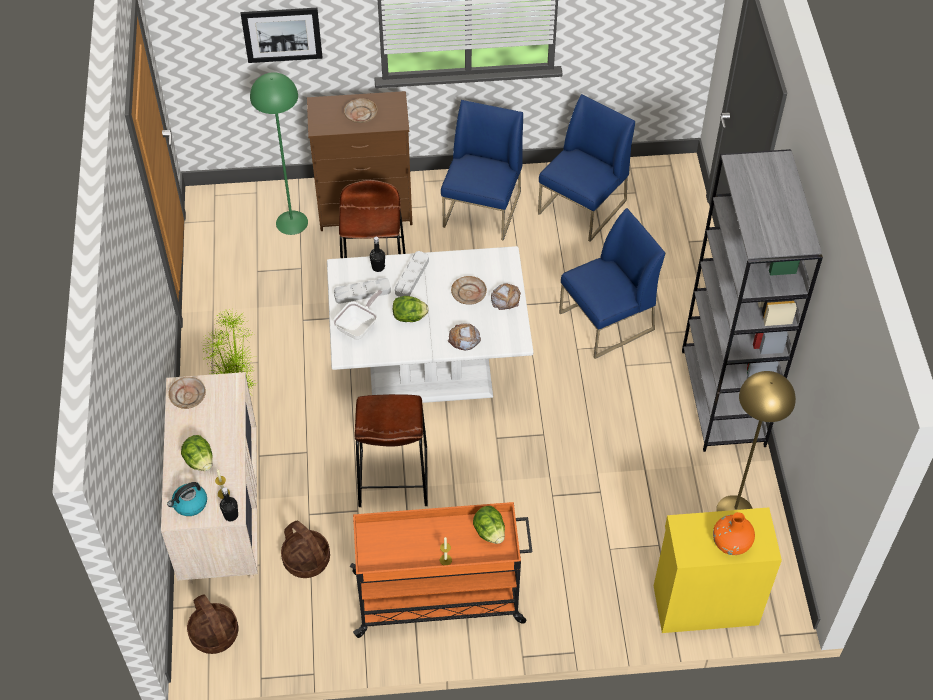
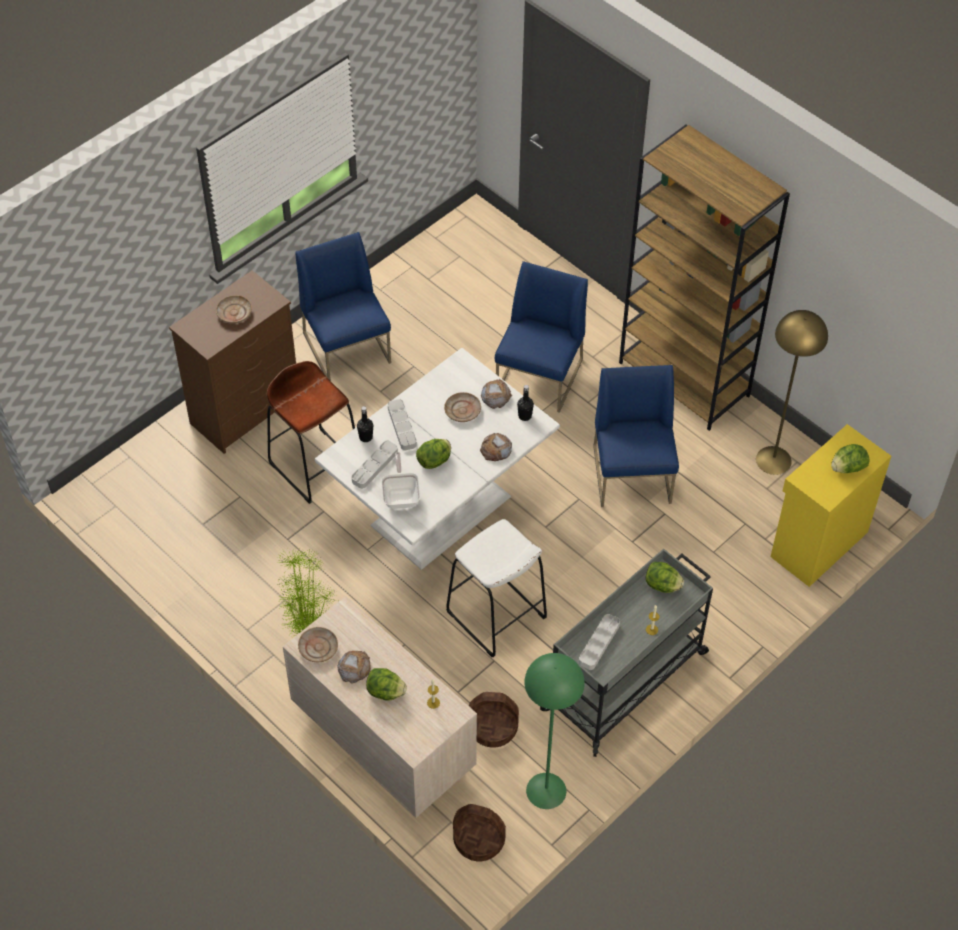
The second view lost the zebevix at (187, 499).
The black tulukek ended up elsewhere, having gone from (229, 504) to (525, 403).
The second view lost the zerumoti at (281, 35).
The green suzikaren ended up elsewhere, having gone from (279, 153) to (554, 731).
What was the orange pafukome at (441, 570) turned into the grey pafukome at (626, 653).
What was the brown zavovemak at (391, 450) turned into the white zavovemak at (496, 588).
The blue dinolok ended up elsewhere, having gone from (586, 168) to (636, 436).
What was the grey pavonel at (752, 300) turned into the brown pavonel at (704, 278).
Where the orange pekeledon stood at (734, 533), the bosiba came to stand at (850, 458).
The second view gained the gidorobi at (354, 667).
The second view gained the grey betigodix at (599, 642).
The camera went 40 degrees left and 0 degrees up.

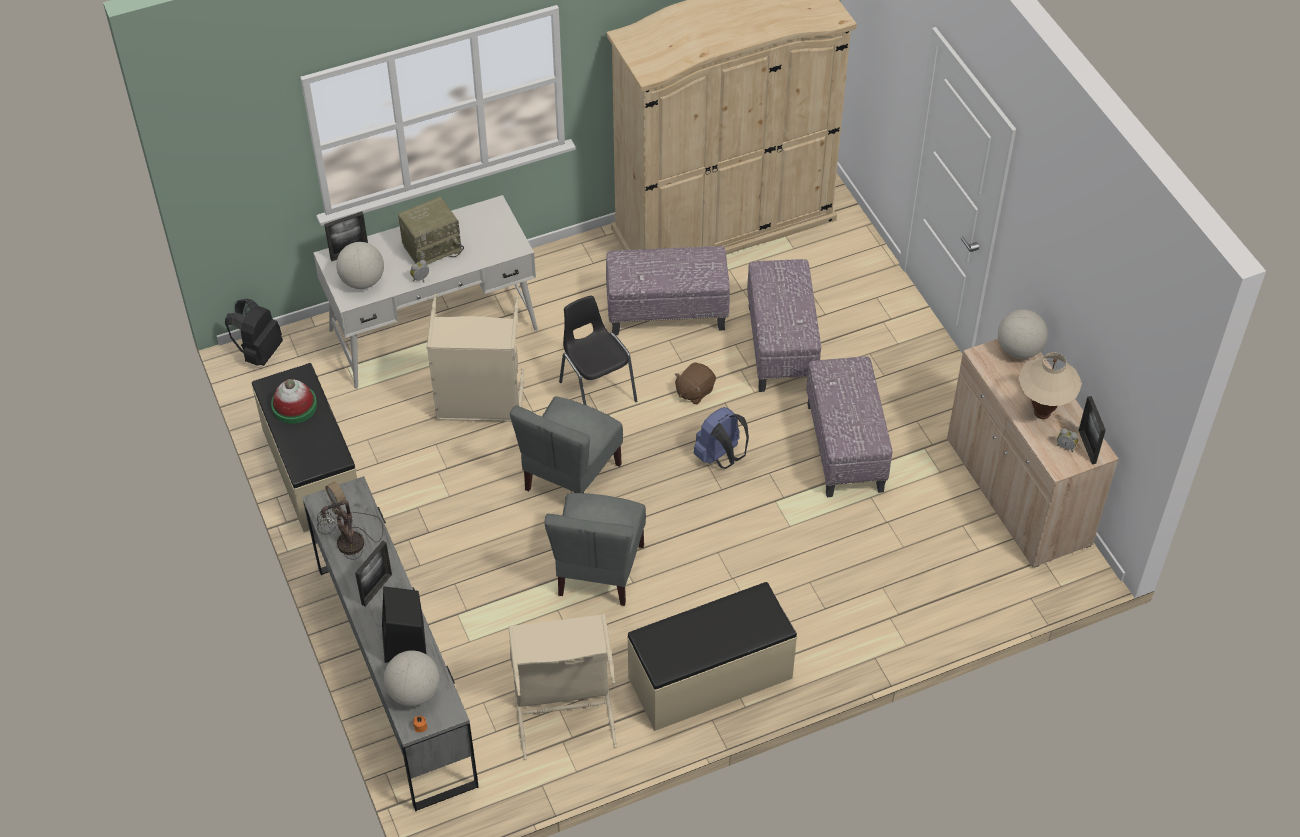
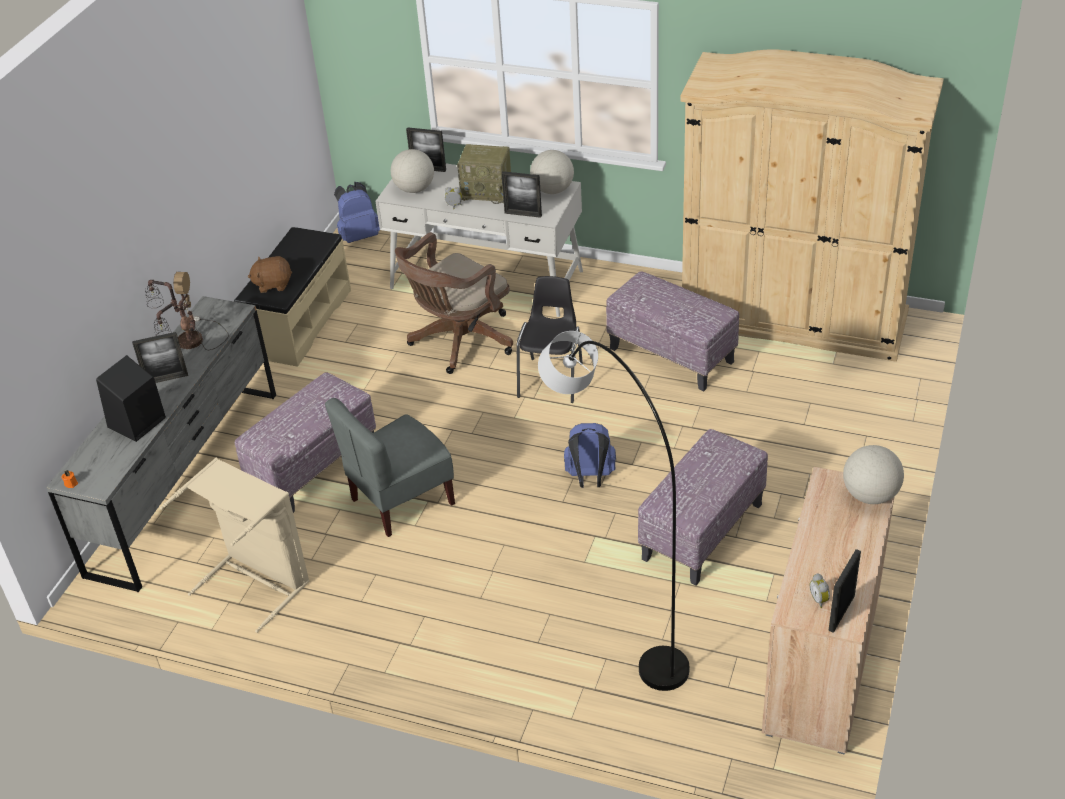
What was the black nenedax at (254, 332) turned into the blue nenedax at (357, 212).
The second view lost the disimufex at (294, 401).
The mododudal ended up elsewhere, having gone from (411, 678) to (552, 172).
Where the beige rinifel stood at (475, 358), the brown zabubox came to stand at (454, 303).
The second view lost the grey dinolok at (566, 445).
The second view lost the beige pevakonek at (712, 656).
The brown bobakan ended up elsewhere, having gone from (695, 383) to (270, 274).
The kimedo ended up elsewhere, having gone from (784, 325) to (305, 442).
The second view lost the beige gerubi at (1050, 385).
The second view gained the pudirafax at (521, 194).
The second view gained the grey suzikaren at (613, 511).
The camera went 45 degrees right and 10 degrees down.

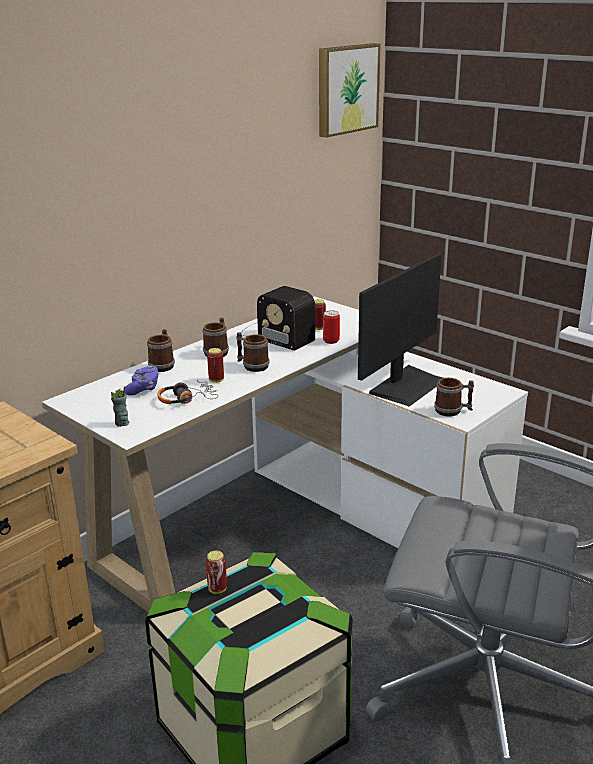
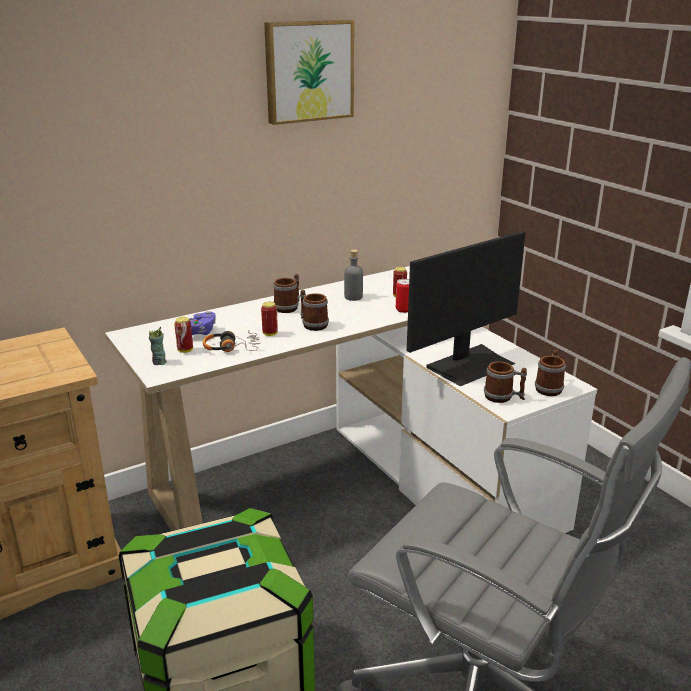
The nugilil ended up elsewhere, having gone from (161, 350) to (550, 373).
The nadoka ended up elsewhere, having gone from (216, 572) to (183, 335).
Where the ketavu stood at (278, 318), the grey tulukek came to stand at (353, 275).
The zerumoti ended up elsewhere, having gone from (349, 90) to (309, 72).
The camera went 15 degrees right and 0 degrees up.

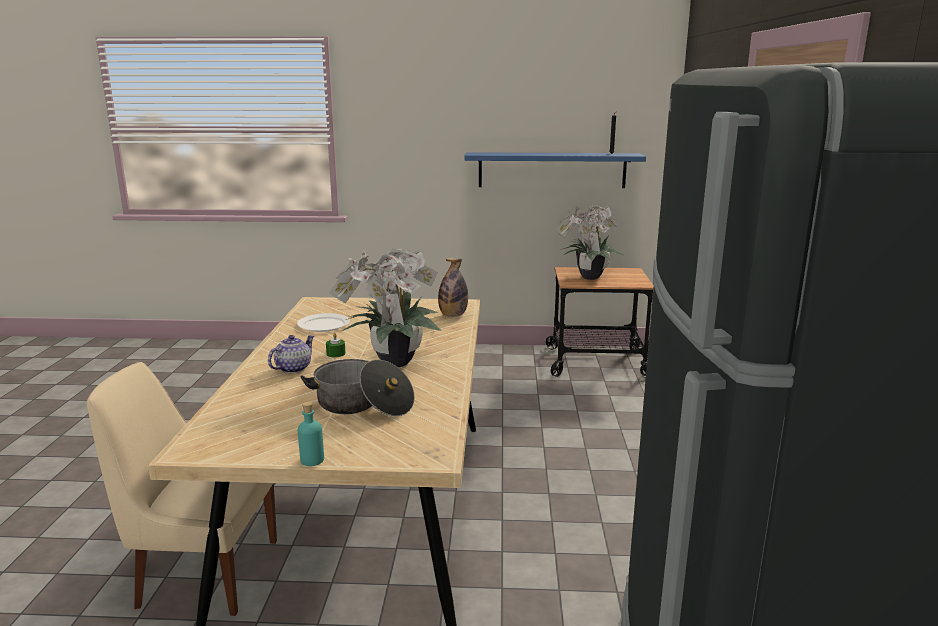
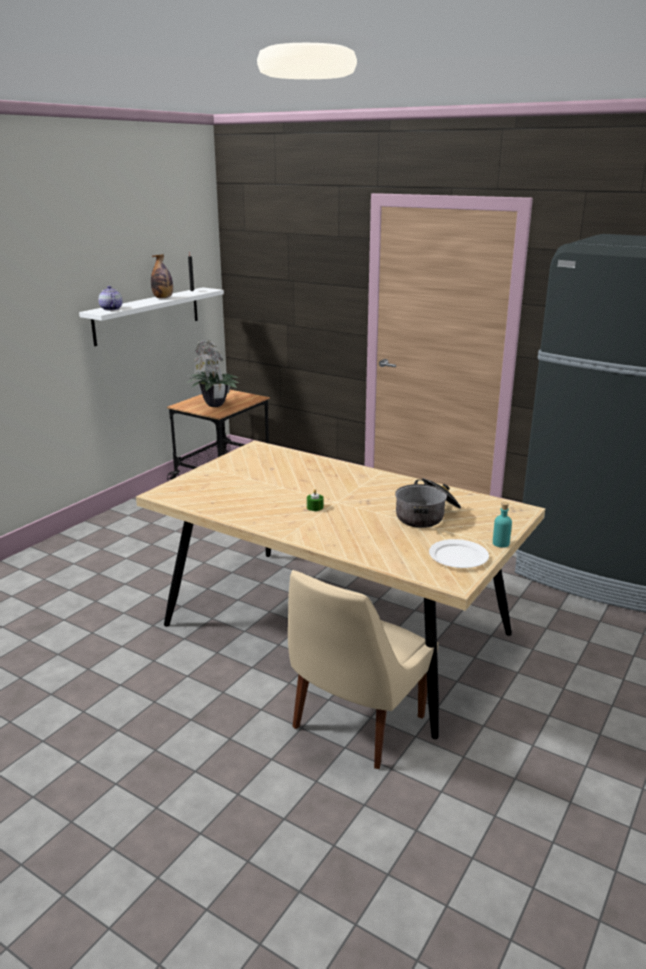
The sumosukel ended up elsewhere, having gone from (291, 354) to (110, 298).
The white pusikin ended up elsewhere, having gone from (323, 322) to (459, 553).
The second view lost the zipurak at (385, 308).
The tulukek ended up elsewhere, having gone from (453, 287) to (162, 276).
What was the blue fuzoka at (555, 170) turned into the white fuzoka at (151, 316).
The camera went 60 degrees left and 5 degrees up.

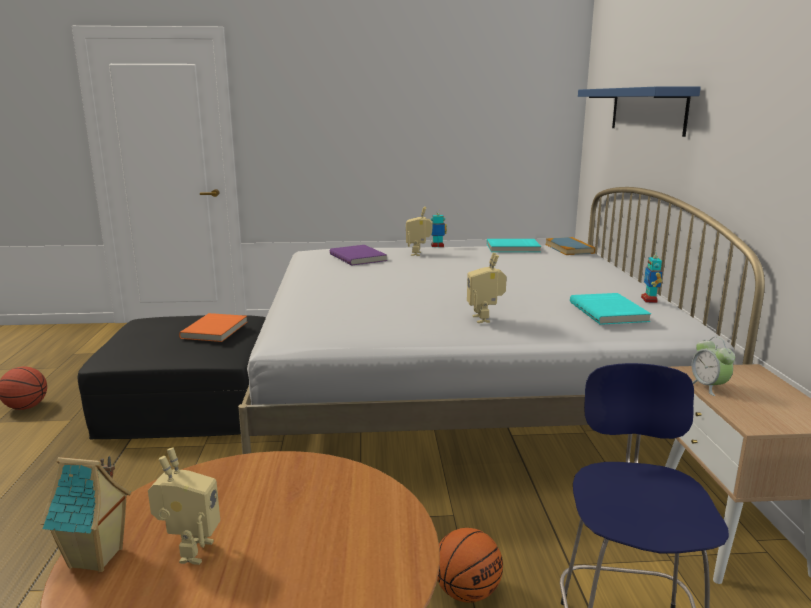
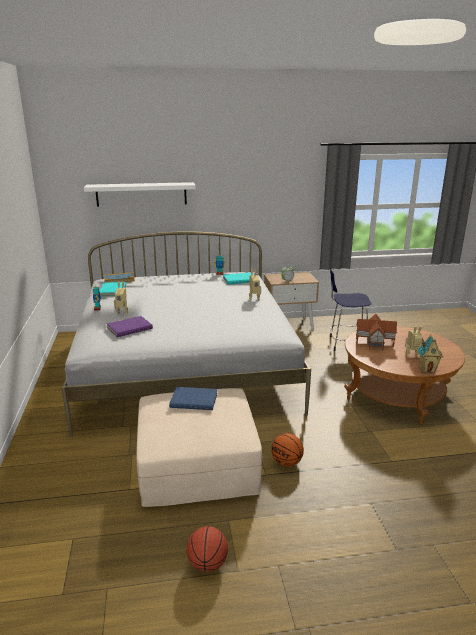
What was the black kimedo at (172, 377) turned into the beige kimedo at (199, 447).
What was the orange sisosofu at (213, 327) turned into the blue sisosofu at (193, 398).
The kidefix ended up elsewhere, having gone from (470, 565) to (287, 450).
What was the blue fuzoka at (639, 112) turned into the white fuzoka at (140, 194).
The second view gained the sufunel at (376, 332).
The camera went 95 degrees left and 5 degrees up.

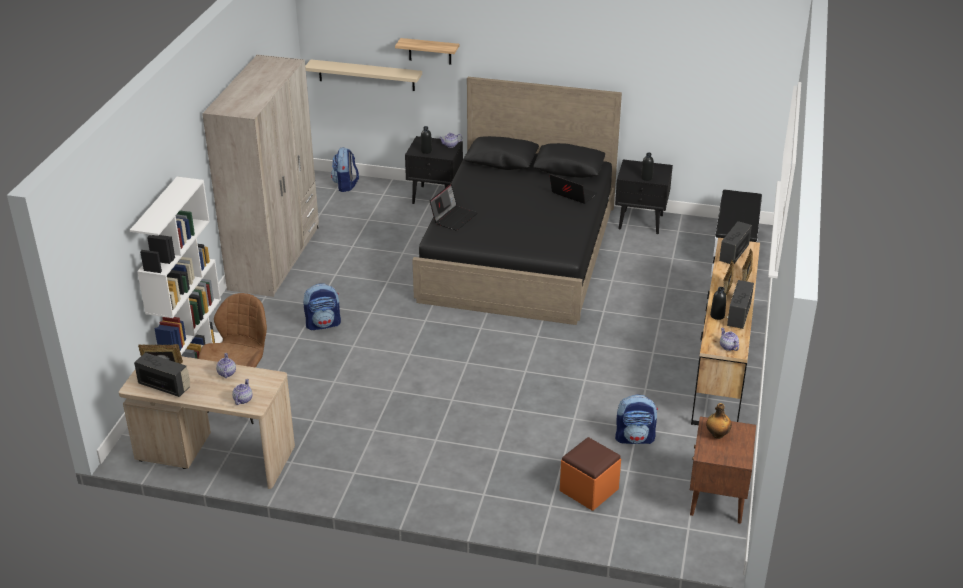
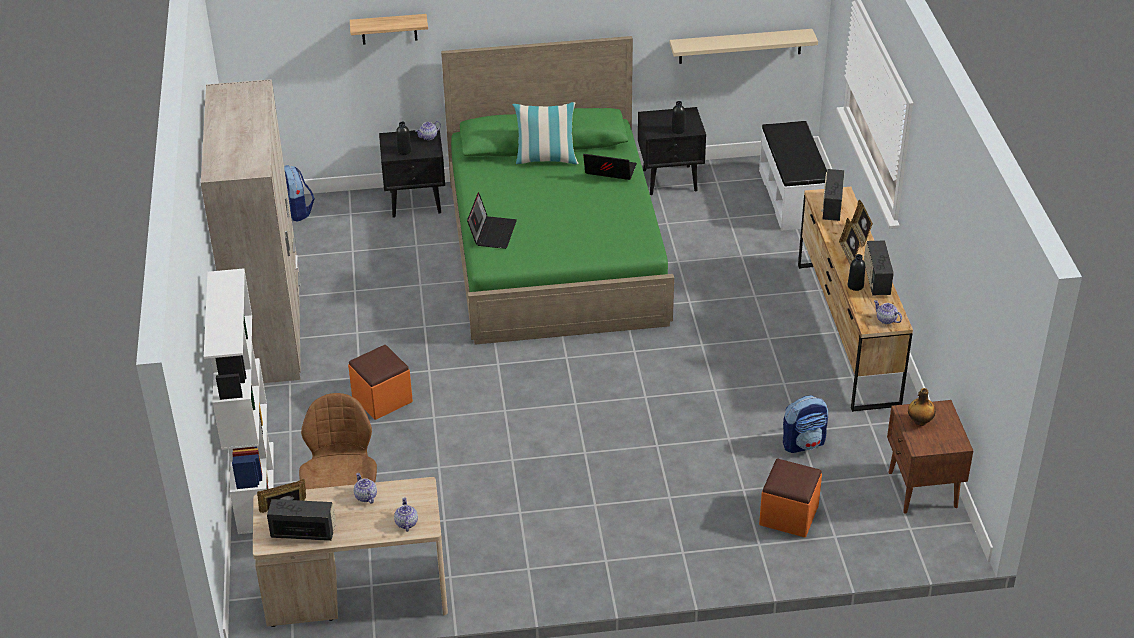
Where the nenedax stood at (322, 306), the orange kimedo came to stand at (380, 382).
The beige fuzoka ended up elsewhere, having gone from (363, 75) to (743, 46).
What was the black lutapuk at (517, 201) turned into the green lutapuk at (557, 190).
The second view gained the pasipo at (545, 133).
The camera went 20 degrees left and 5 degrees up.

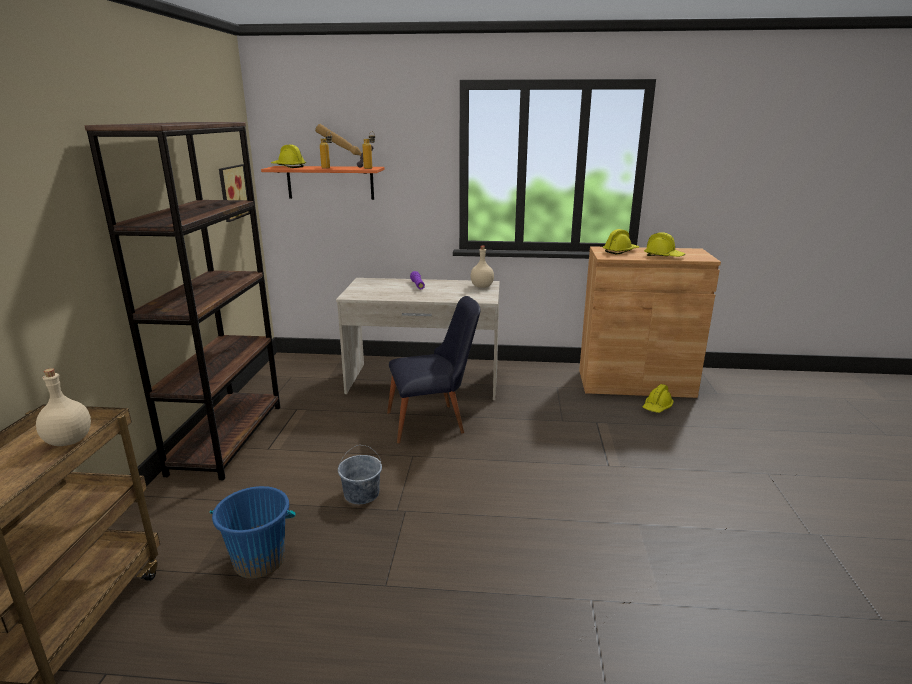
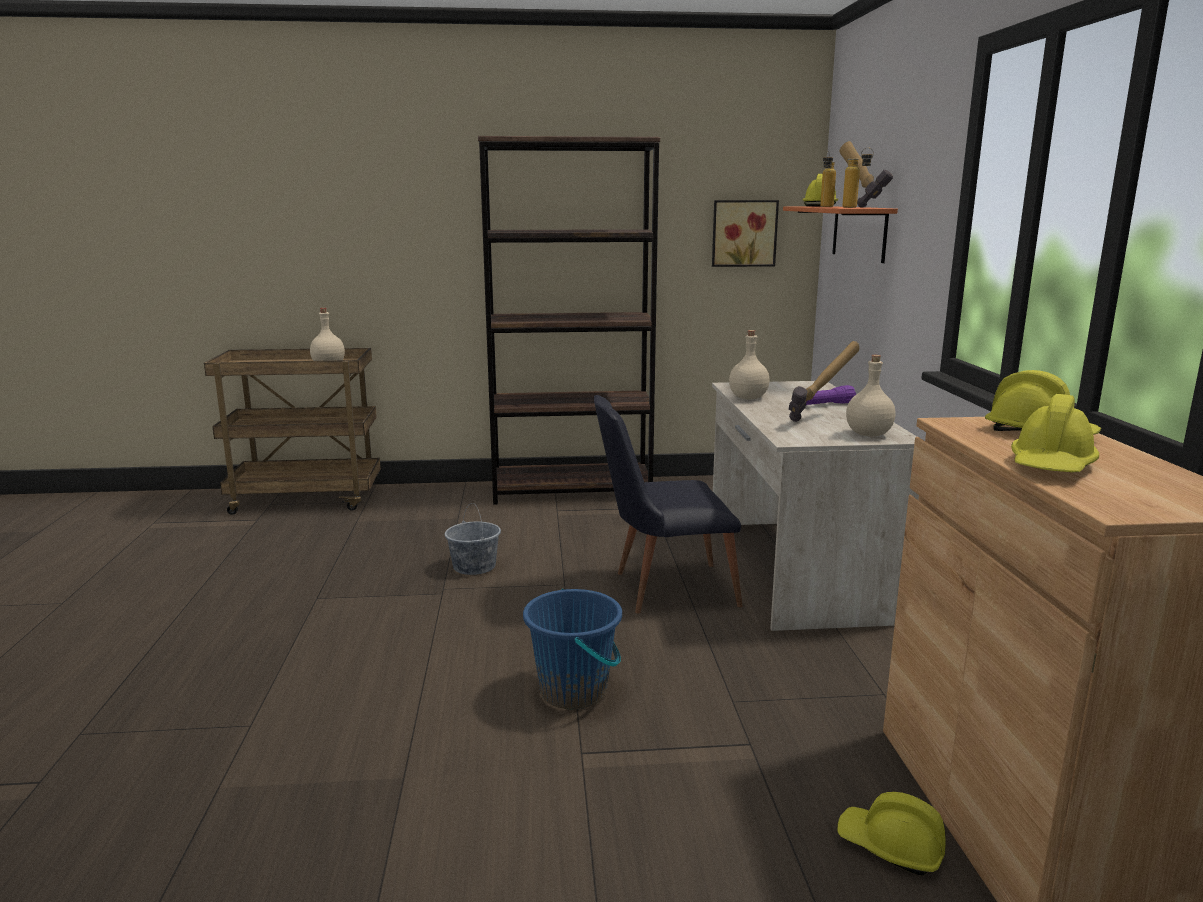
The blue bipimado ended up elsewhere, having gone from (253, 532) to (572, 649).
The black dinolok at (434, 369) ended up facing another way, 105 degrees clockwise from before.
The second view gained the beige tulukek at (749, 365).
The second view gained the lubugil at (824, 381).
The camera went 80 degrees right and 5 degrees down.

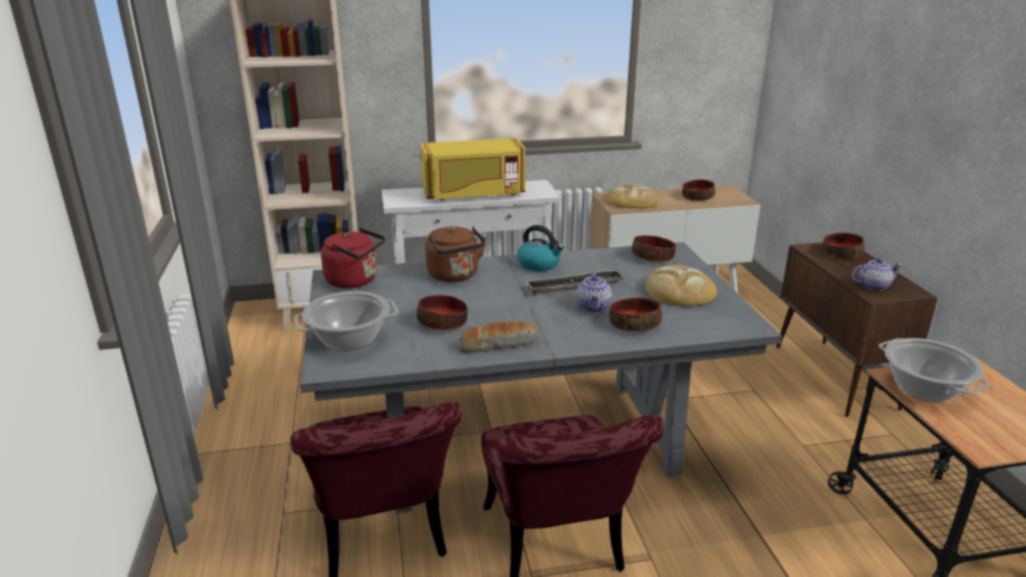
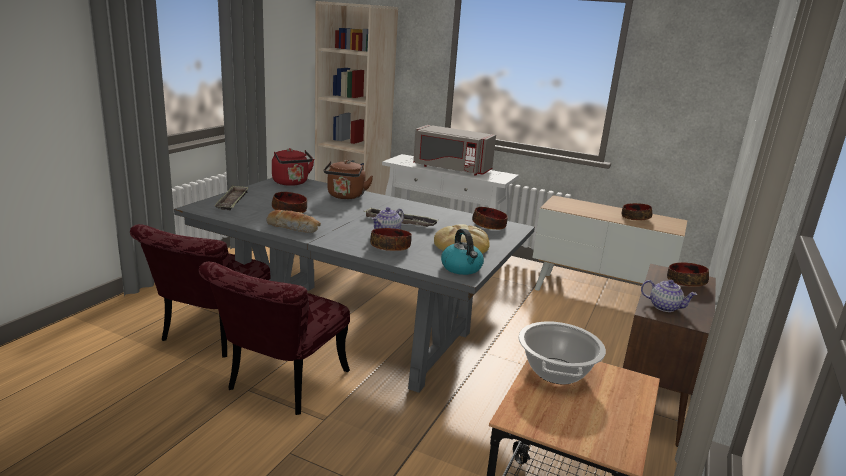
Where the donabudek stood at (346, 321), the betigodix came to stand at (232, 198).
What was the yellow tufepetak at (472, 169) turned into the grey tufepetak at (454, 150).
The zebevix ended up elsewhere, having gone from (540, 248) to (462, 252).
The second view lost the gidorobi at (632, 196).
The camera went 35 degrees right and 5 degrees down.

